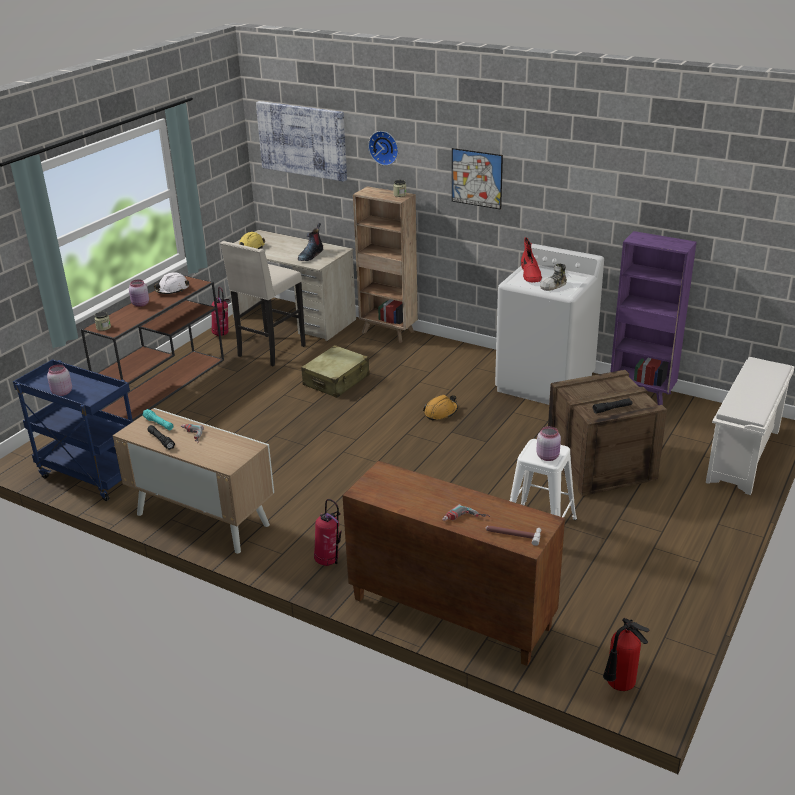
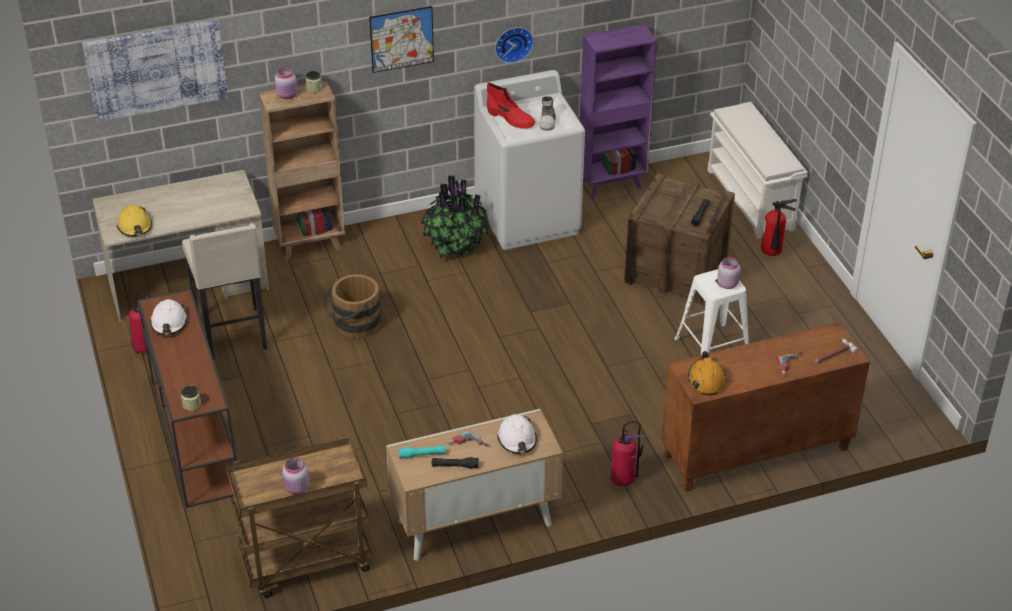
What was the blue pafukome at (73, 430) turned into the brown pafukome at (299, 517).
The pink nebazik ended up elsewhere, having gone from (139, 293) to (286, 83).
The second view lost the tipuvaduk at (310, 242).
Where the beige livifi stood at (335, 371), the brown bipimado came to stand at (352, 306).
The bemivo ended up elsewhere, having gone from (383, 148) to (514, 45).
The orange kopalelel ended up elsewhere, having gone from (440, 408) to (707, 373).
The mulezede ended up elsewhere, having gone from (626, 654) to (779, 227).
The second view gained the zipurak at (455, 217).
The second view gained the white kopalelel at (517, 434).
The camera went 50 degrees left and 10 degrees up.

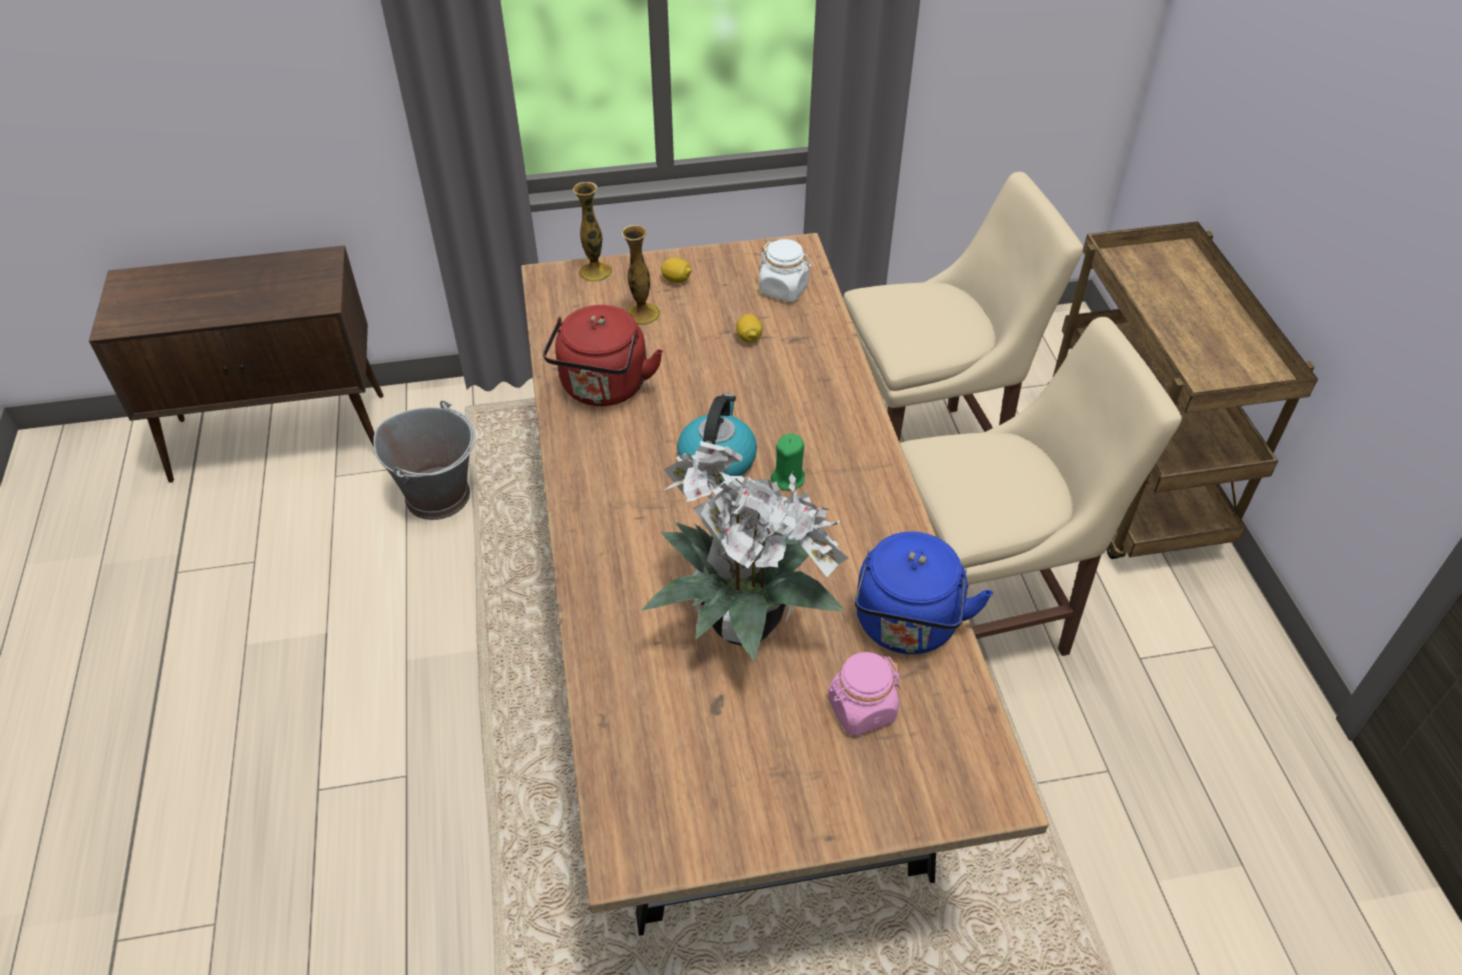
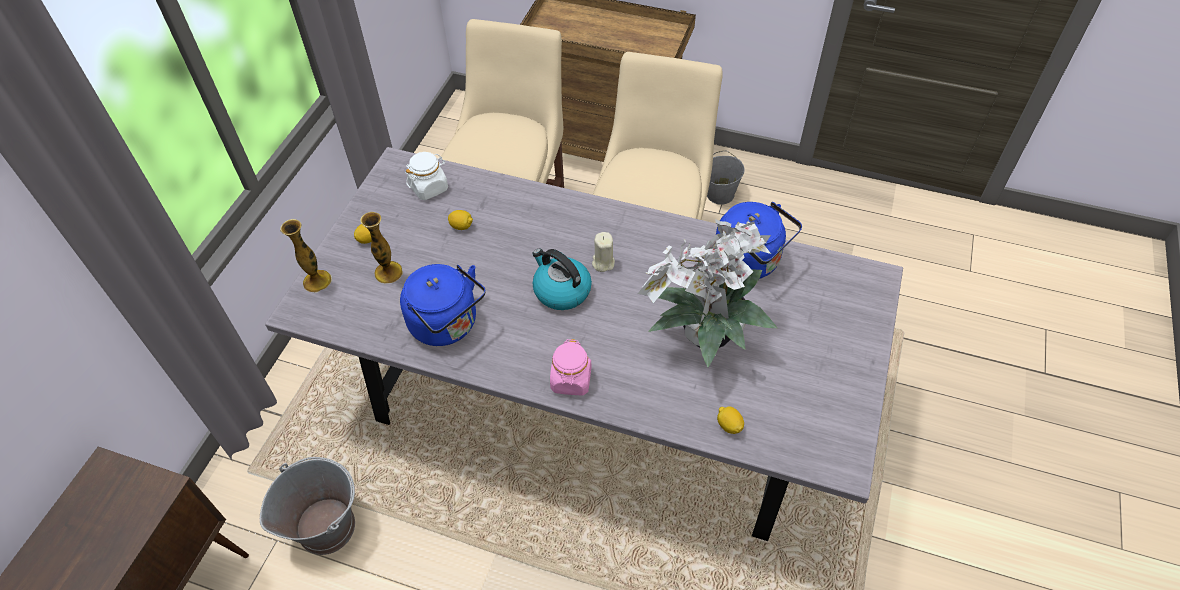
What was the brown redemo at (785, 584) turned into the grey redemo at (584, 344).
What was the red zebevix at (603, 355) turned into the blue zebevix at (443, 305).
What was the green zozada at (788, 462) turned into the beige zozada at (603, 252).
The pink nebazik ended up elsewhere, having gone from (864, 694) to (570, 367).
The second view gained the grey bipimado at (726, 178).
The second view gained the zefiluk at (730, 420).
The camera went 60 degrees left and 5 degrees up.

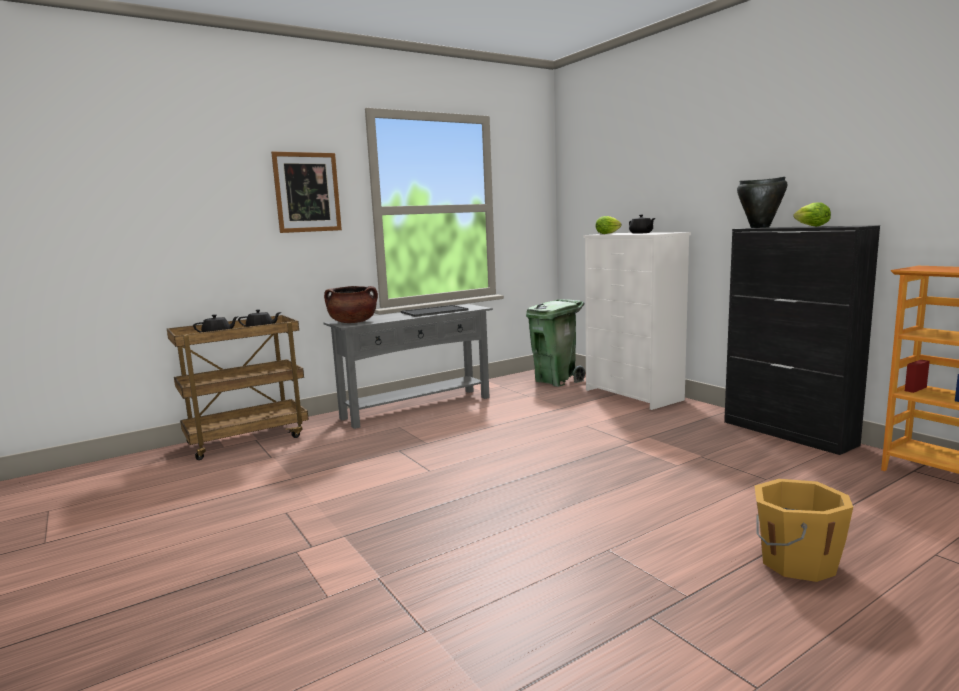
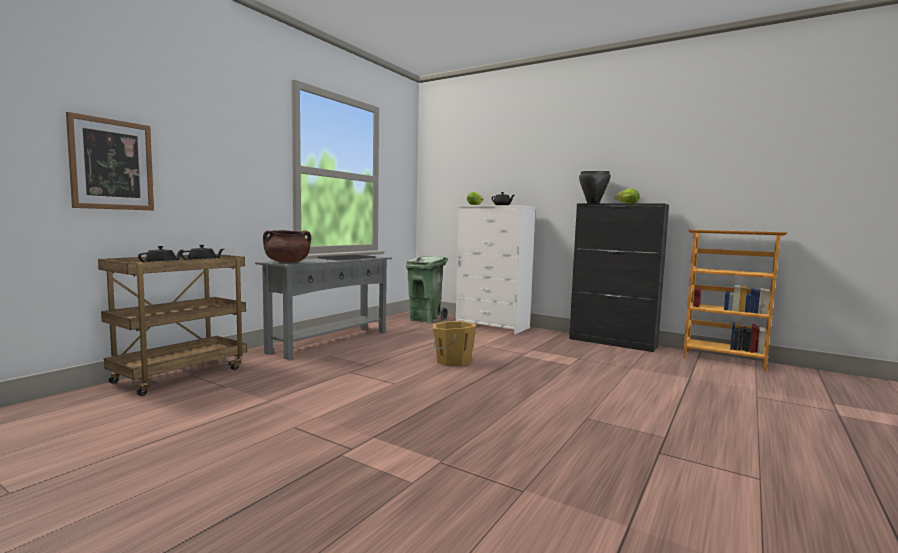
The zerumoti ended up elsewhere, having gone from (306, 192) to (110, 161).
The orange bipimado ended up elsewhere, having gone from (804, 530) to (454, 343).
The camera went 25 degrees left and 5 degrees down.

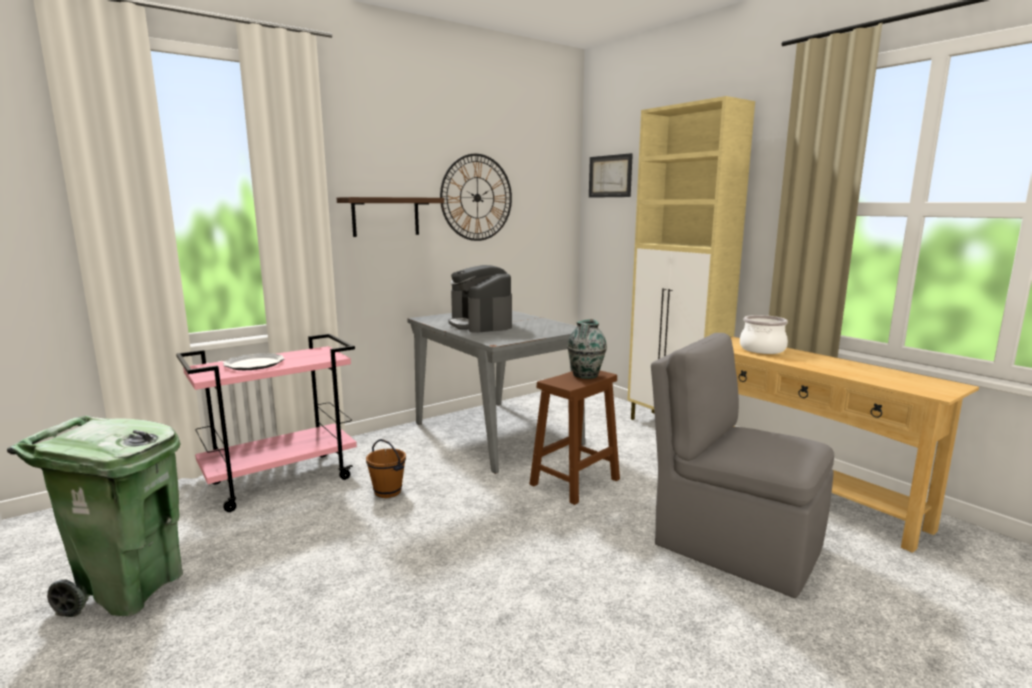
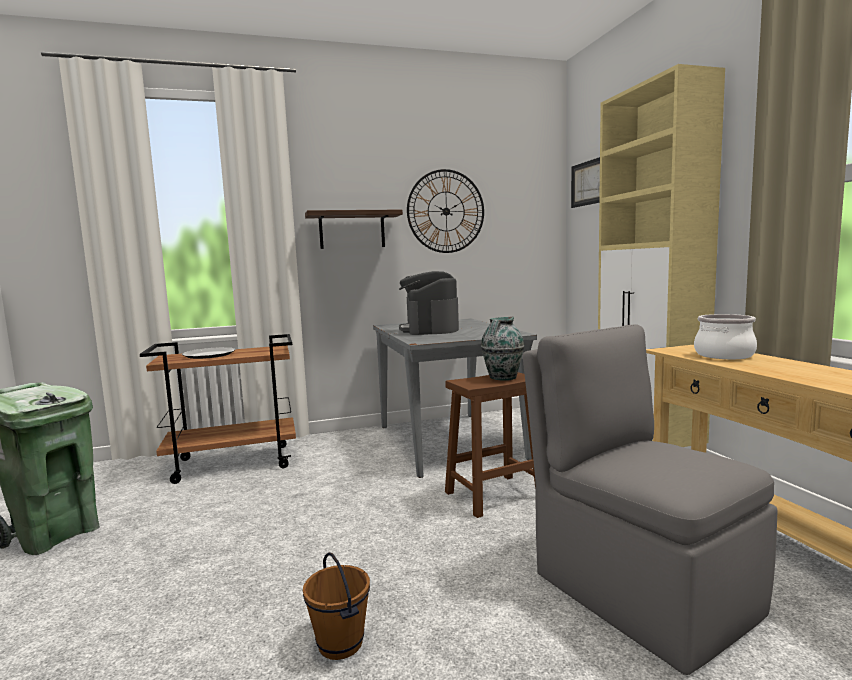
What was the pink pafukome at (266, 423) turned into the brown pafukome at (218, 409).
The brown bipimado ended up elsewhere, having gone from (386, 468) to (336, 606).
The camera went 20 degrees right and 5 degrees down.

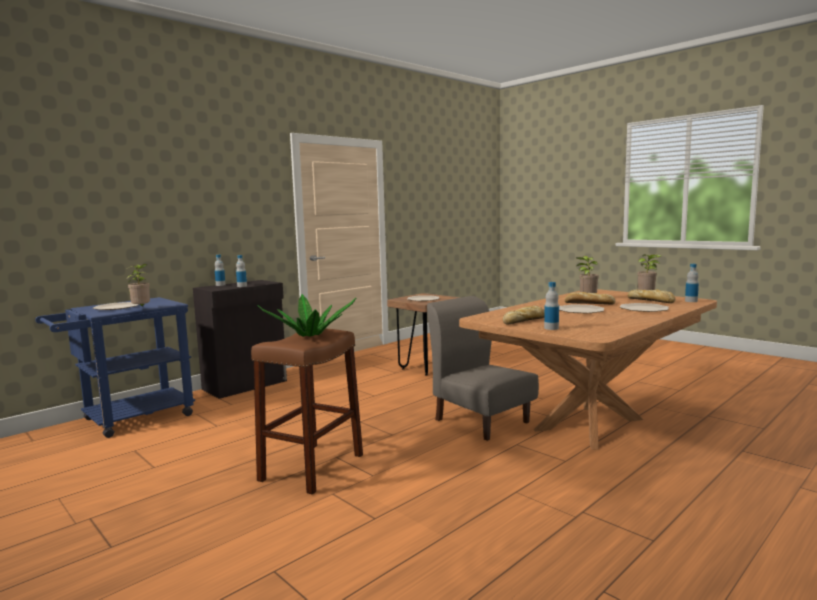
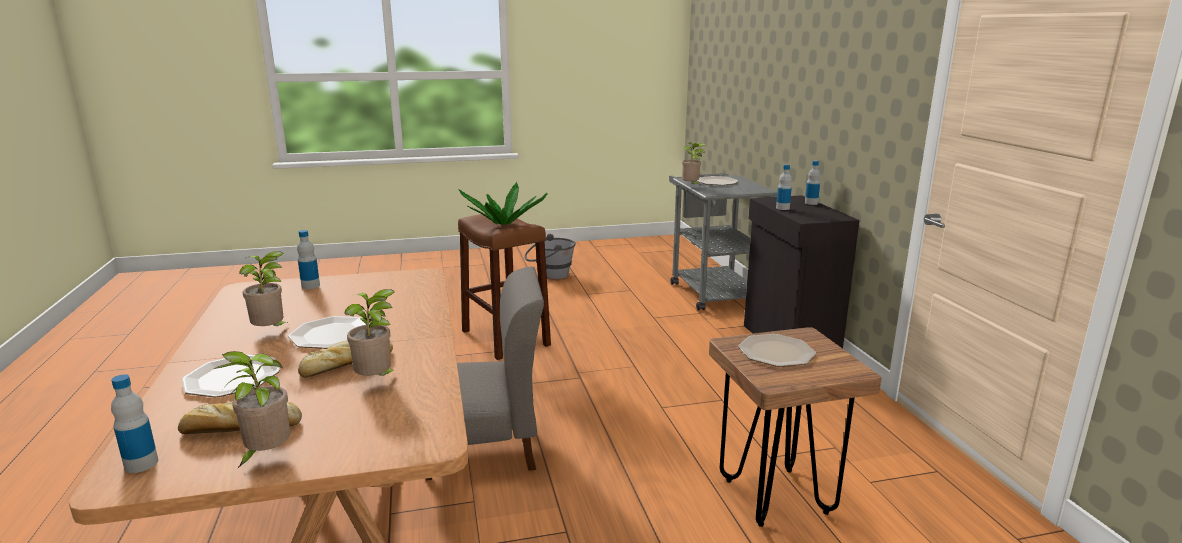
What was the blue pafukome at (115, 367) turned into the grey pafukome at (723, 241).
The second view lost the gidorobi at (523, 315).
The second view gained the zipurak at (264, 288).
The second view gained the grey bipimado at (550, 256).
The camera went 120 degrees right and 10 degrees up.

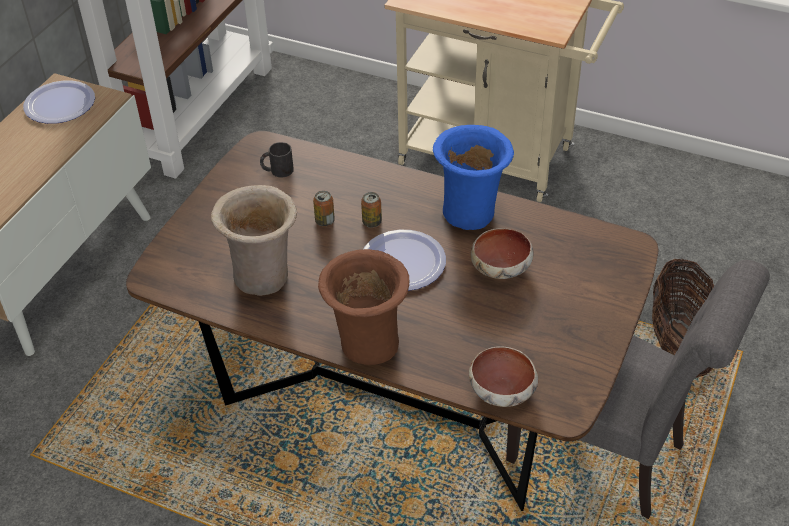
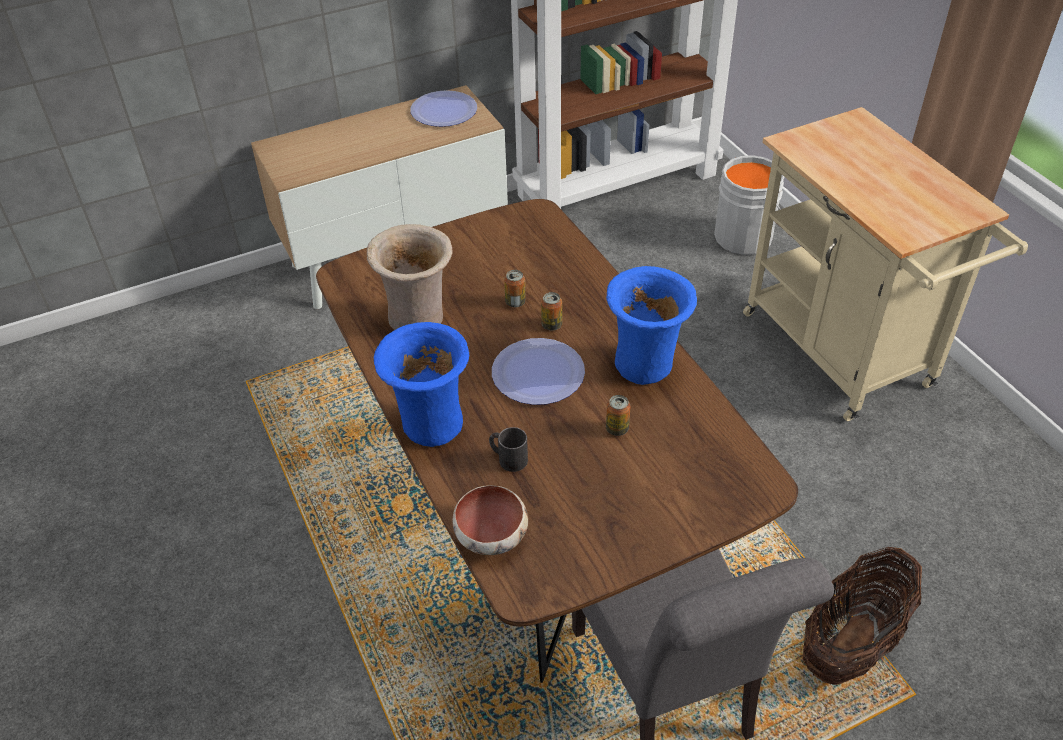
The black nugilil ended up elsewhere, having gone from (277, 160) to (508, 449).
What was the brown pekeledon at (364, 307) turned into the blue pekeledon at (421, 384).
Where the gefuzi stood at (502, 253), the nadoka came to stand at (618, 415).
The second view gained the grey bipimado at (749, 205).
The camera went 40 degrees right and 0 degrees up.

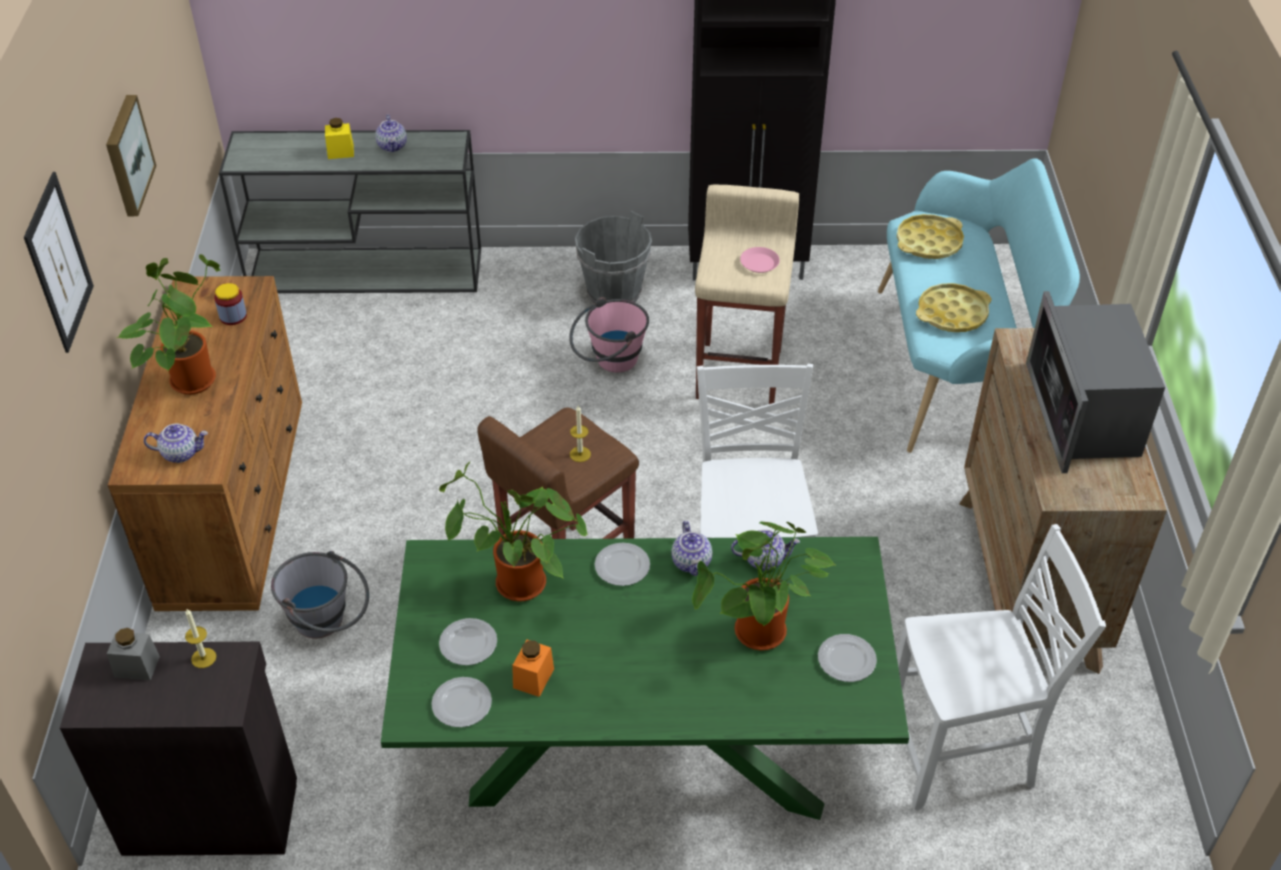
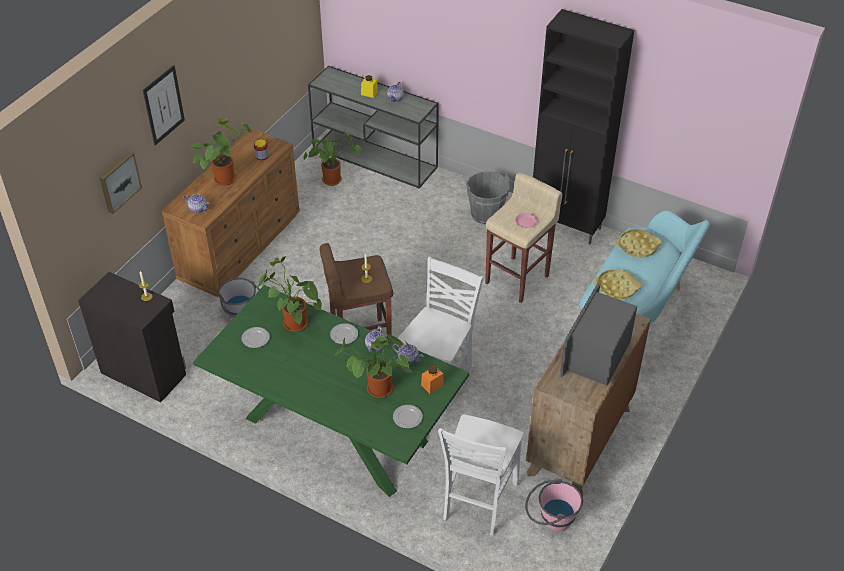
The zerumoti ended up elsewhere, having gone from (131, 155) to (120, 182).
The second view lost the grey nebazik at (133, 654).
The second view lost the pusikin at (461, 702).
The orange nebazik ended up elsewhere, having gone from (533, 668) to (432, 380).
The pink bipimado ended up elsewhere, having gone from (609, 335) to (554, 505).
The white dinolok at (1001, 667) ended up facing another way, 90 degrees clockwise from before.
The second view gained the zipurak at (332, 158).
The camera went 30 degrees right and 0 degrees up.

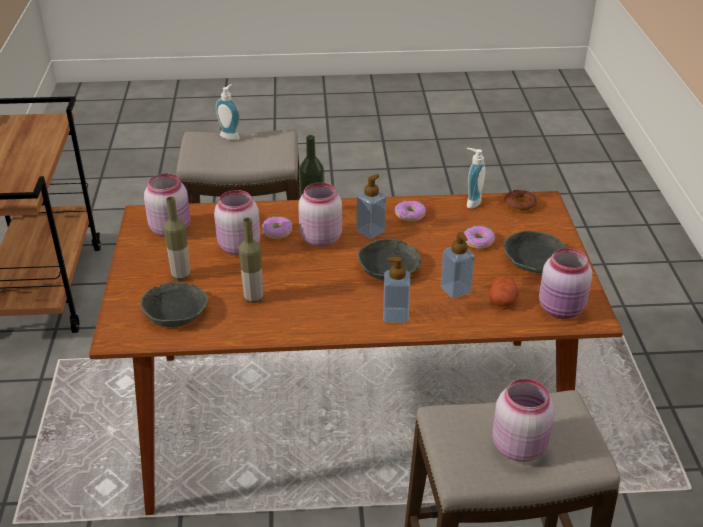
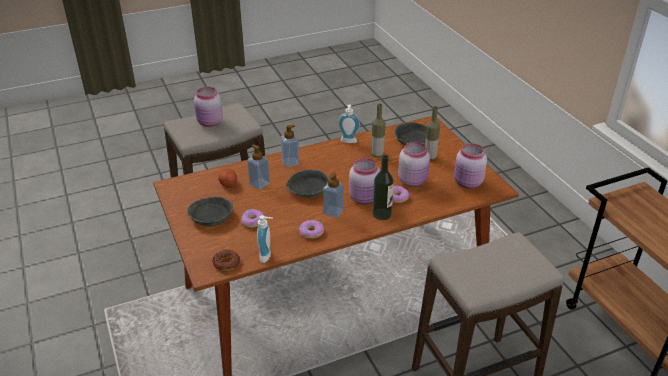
The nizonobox ended up elsewhere, having gone from (228, 112) to (349, 124).
The second view lost the pink nebazik at (565, 283).
The camera went 160 degrees right and 0 degrees up.

